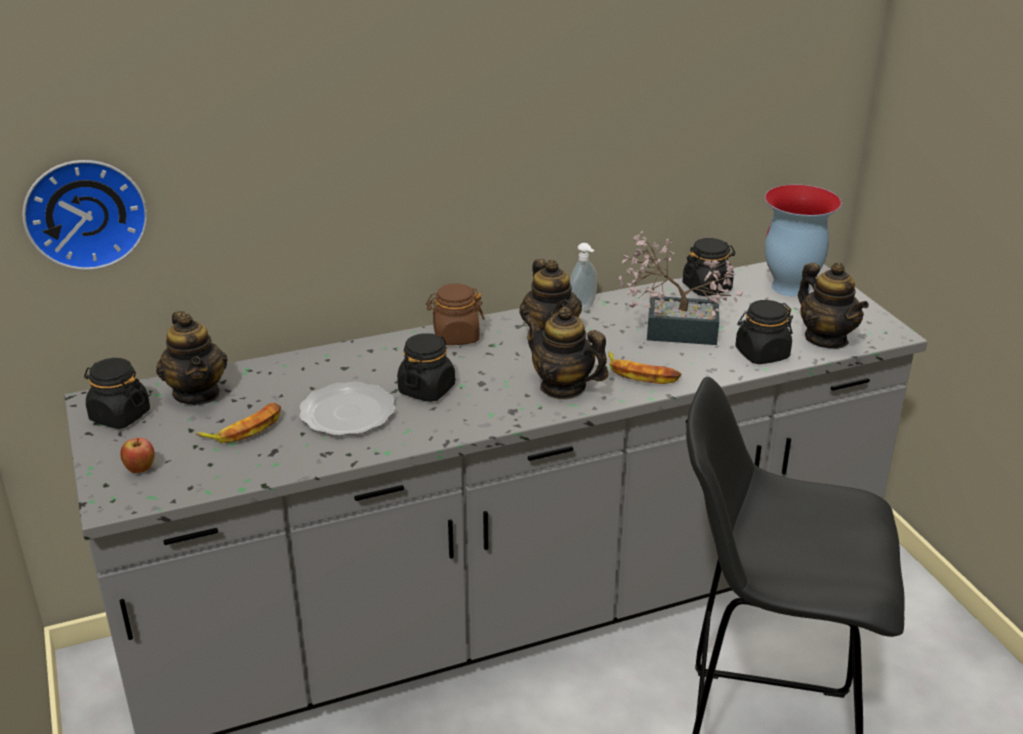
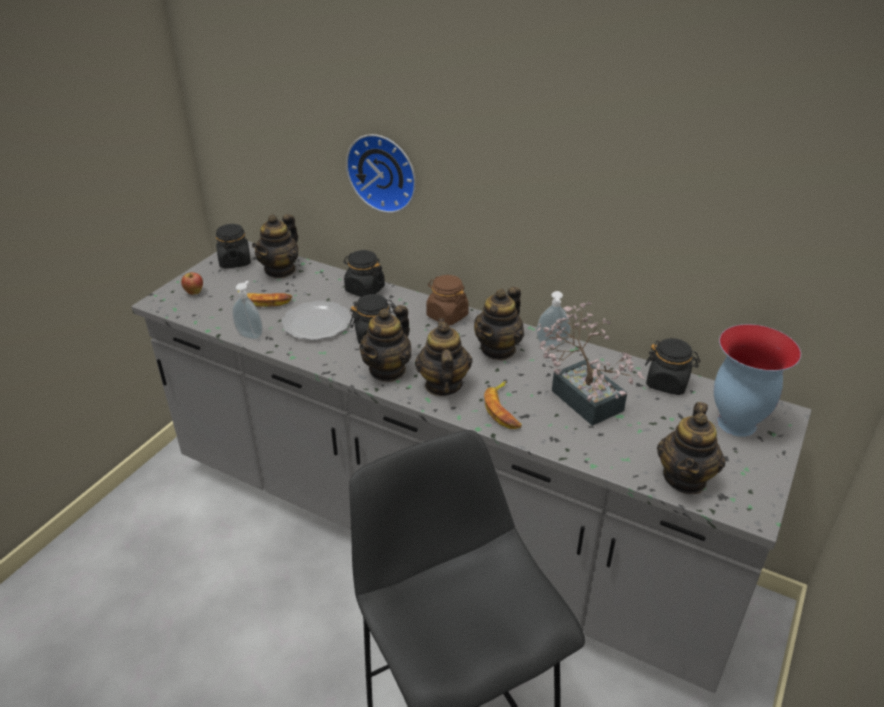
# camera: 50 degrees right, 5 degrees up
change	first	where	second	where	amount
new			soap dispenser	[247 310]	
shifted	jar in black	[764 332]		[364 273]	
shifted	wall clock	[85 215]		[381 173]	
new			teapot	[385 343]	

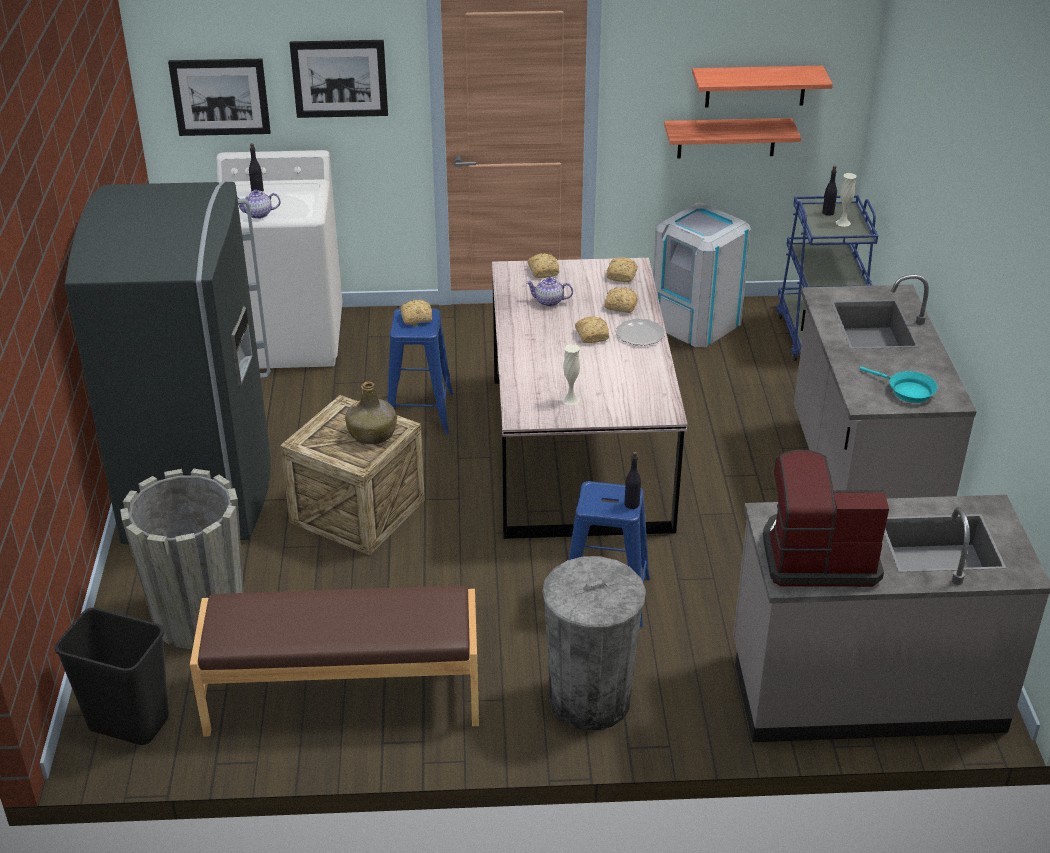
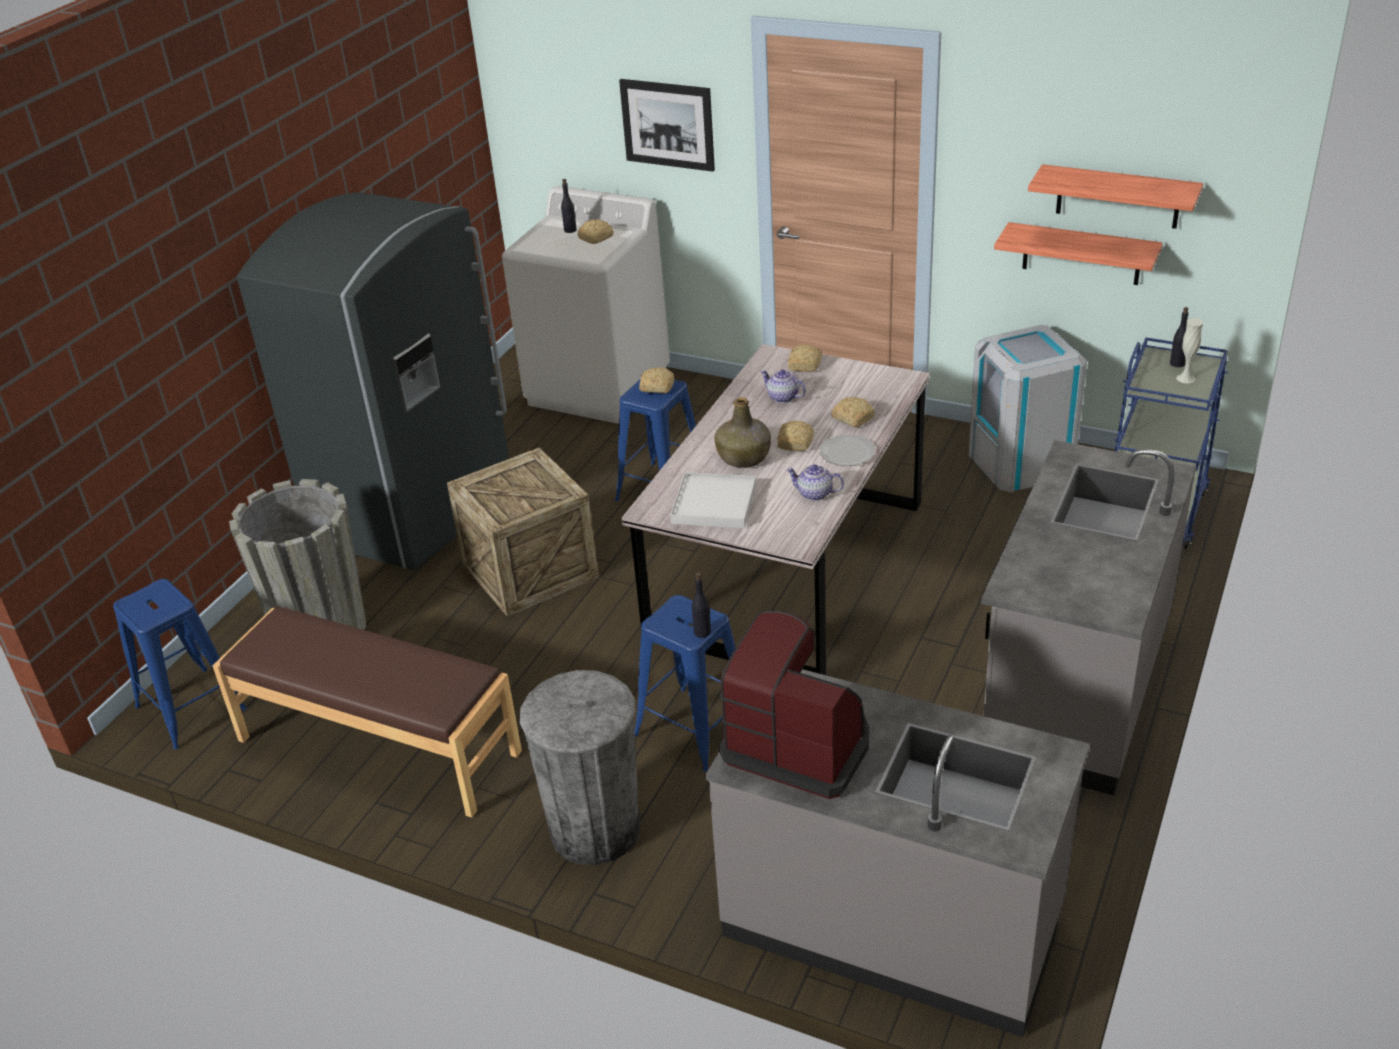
# camera: 30 degrees right, 0 degrees up
change	first	where	second	where	amount
swapped	trash can in black	[112 676]	stool in blue	[180 664]	
shifted	bread	[622 269]		[596 231]	
swapped	vase in white	[571 374]	tray in white	[713 500]	
shifted	bottle in green	[371 412]		[743 432]	
shifted	teapot	[258 204]		[815 482]	
gone	picture	[219 97]			
gone	frying pan in turquoise	[898 385]			

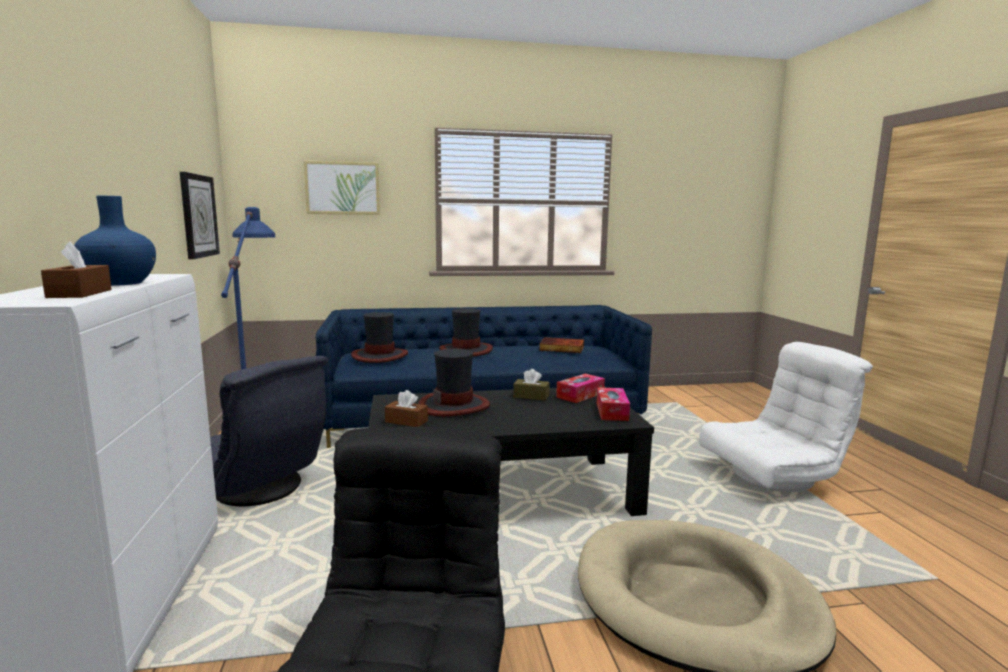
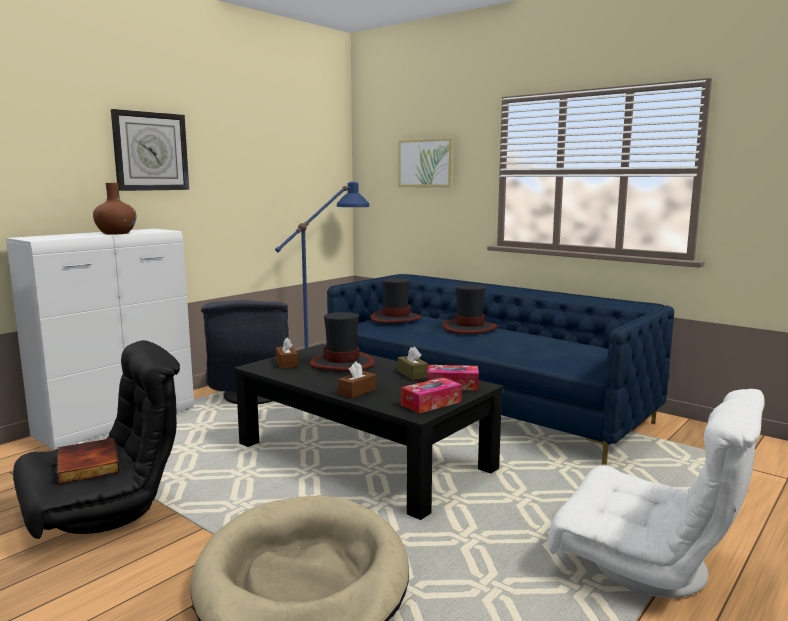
# camera: 50 degrees right, 0 degrees up
change	first	where	second	where	amount
shifted	book	[561 345]		[88 461]	
repainted	vase in blue	[115 241]	vase in brown	[114 209]	
shifted	wall clock	[200 215]		[150 150]	
shifted	tissue box in brown	[76 270]		[357 379]	

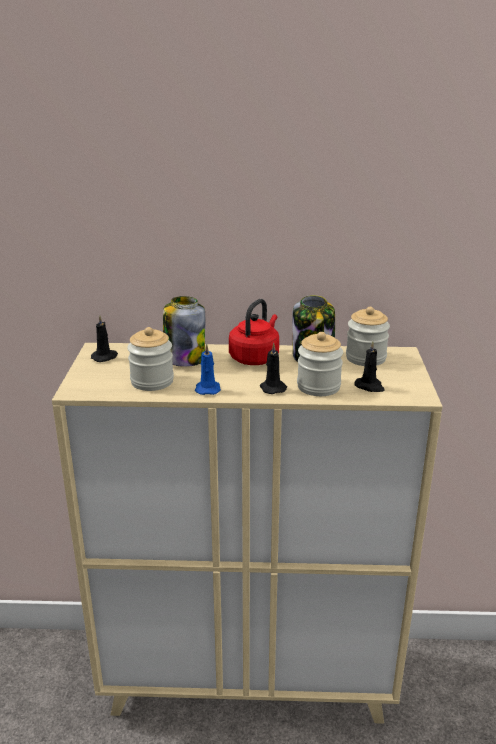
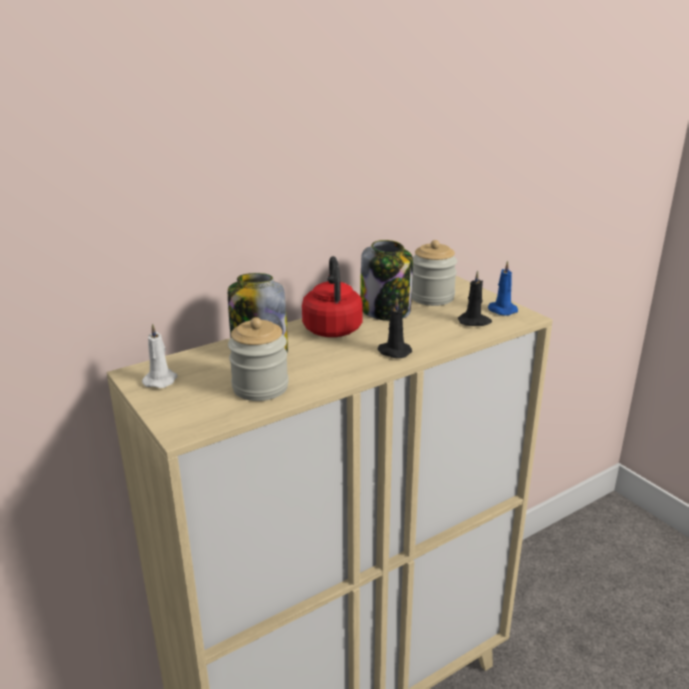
# camera: 35 degrees left, 0 degrees up
change	first	where	second	where	amount
repainted	candle in black	[104 339]	candle in white	[159 355]	
shifted	candle in blue	[208 369]		[503 288]	
gone	jar	[320 364]			

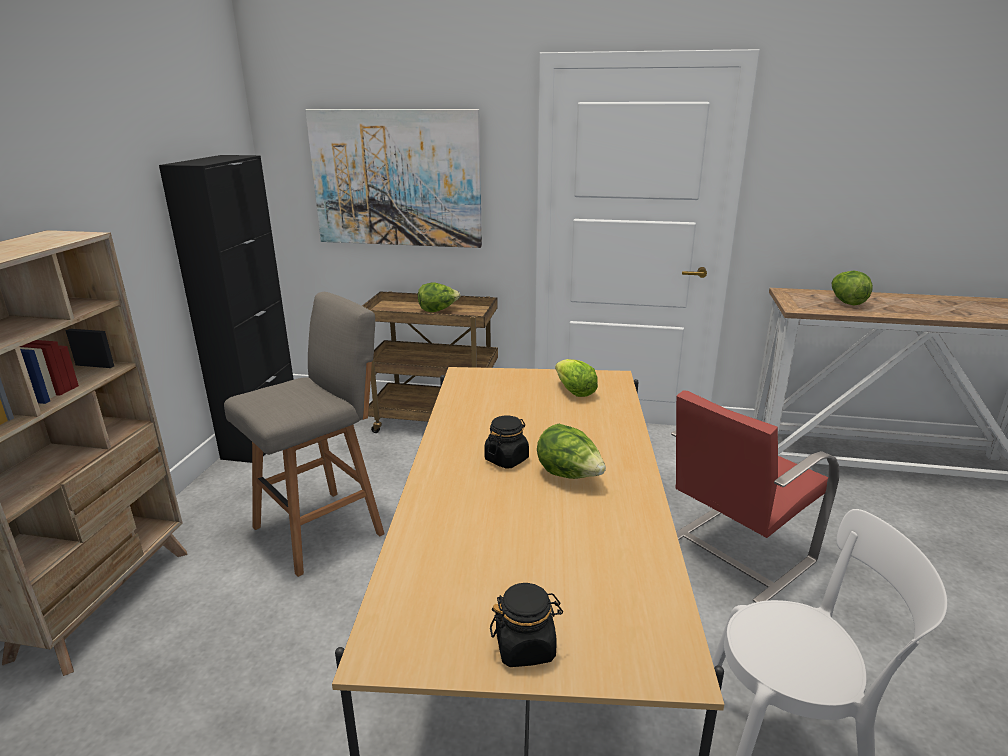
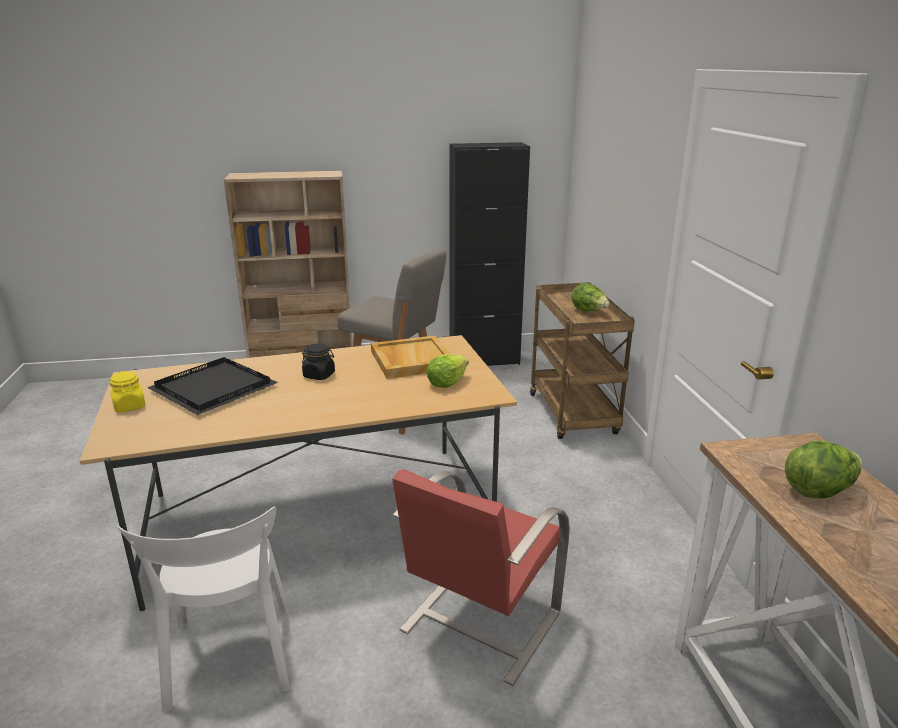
# camera: 70 degrees right, 0 degrees up
change	first	where	second	where	amount
repainted	jar in black	[526 625]	jar in yellow	[128 391]	
new			tray in black	[212 386]	
new			tray in beige	[410 357]	
rotated	chair in red	[755 496]		[481 577]	90 degrees counterclockwise
gone	picture	[393 178]			
gone	lettuce	[571 451]			

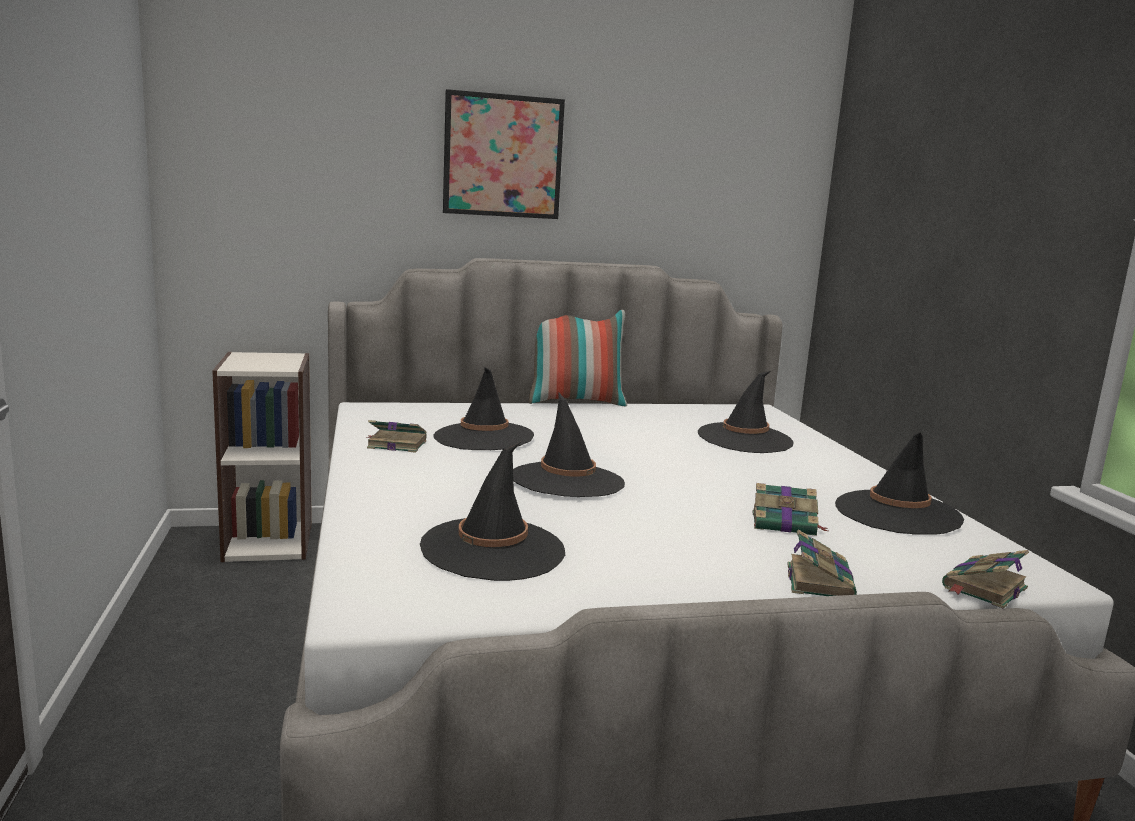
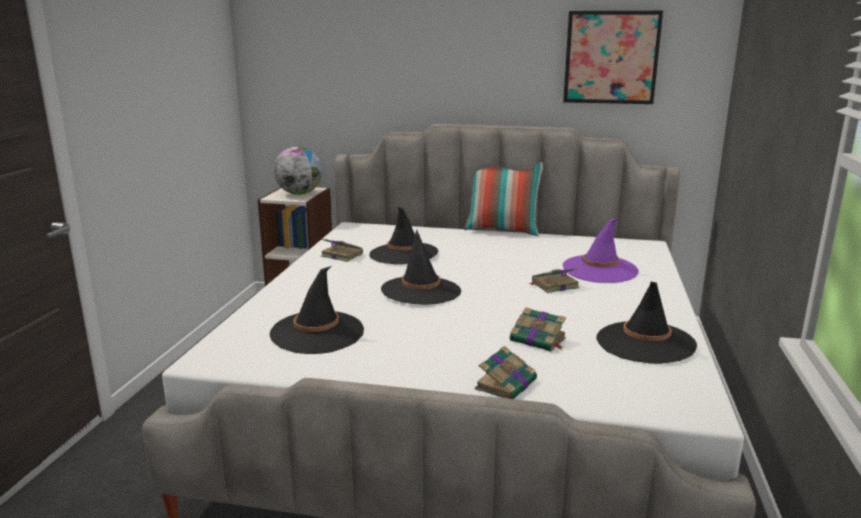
# camera: 25 degrees right, 5 degrees up
change	first	where	second	where	amount
new			globe	[298 171]	
shifted	book	[985 579]		[554 280]	
shifted	picture	[504 154]		[613 57]	
repainted	hat in black	[746 412]	hat in purple	[601 250]	

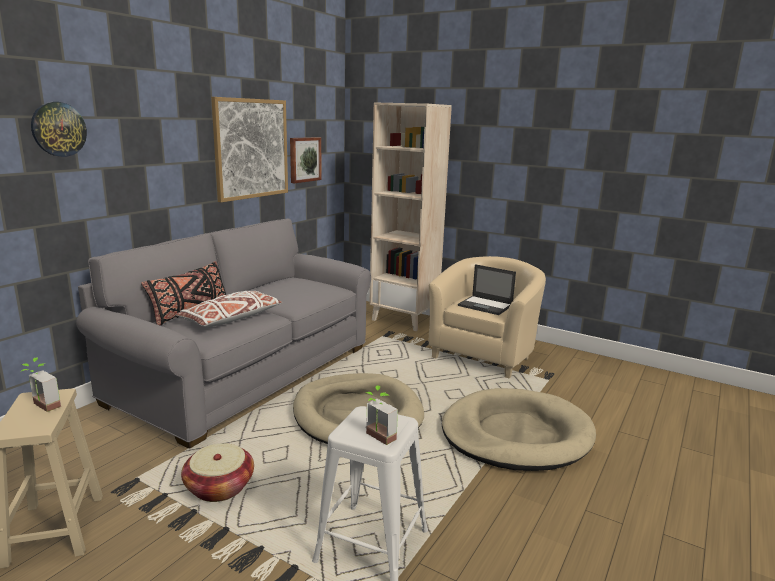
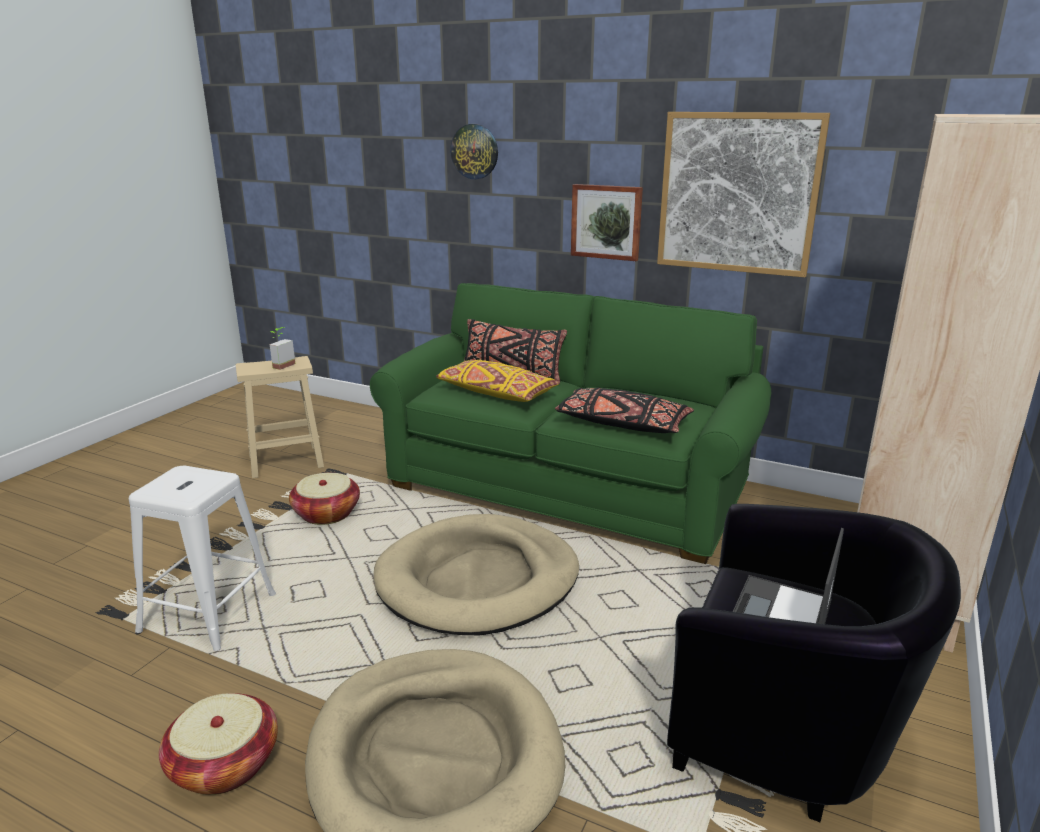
# camera: 85 degrees right, 5 degrees up
change	first	where	second	where	amount
new			basket	[218 744]	
repainted	sofa in grey	[223 333]	sofa in green	[570 423]	
repainted	pillow in white	[228 309]	pillow in yellow	[498 381]	
new			pillow in black	[624 410]	
shifted	picture	[306 160]		[607 222]	
repainted	armchair in beige	[487 317]	armchair in black	[814 663]	
gone	potted plant	[382 415]			

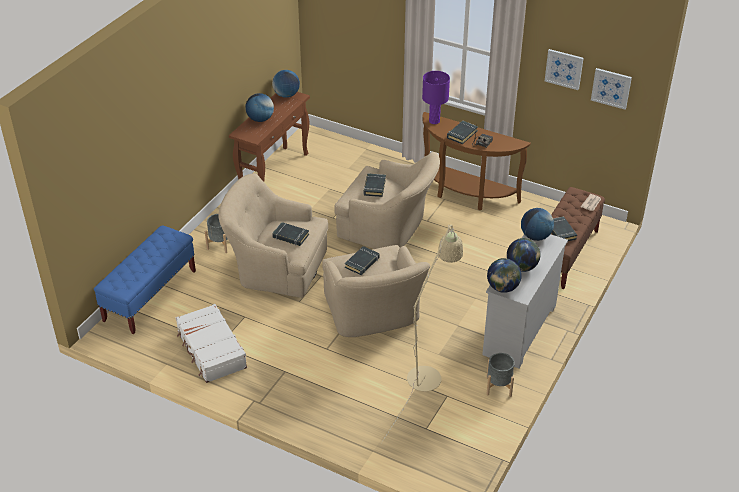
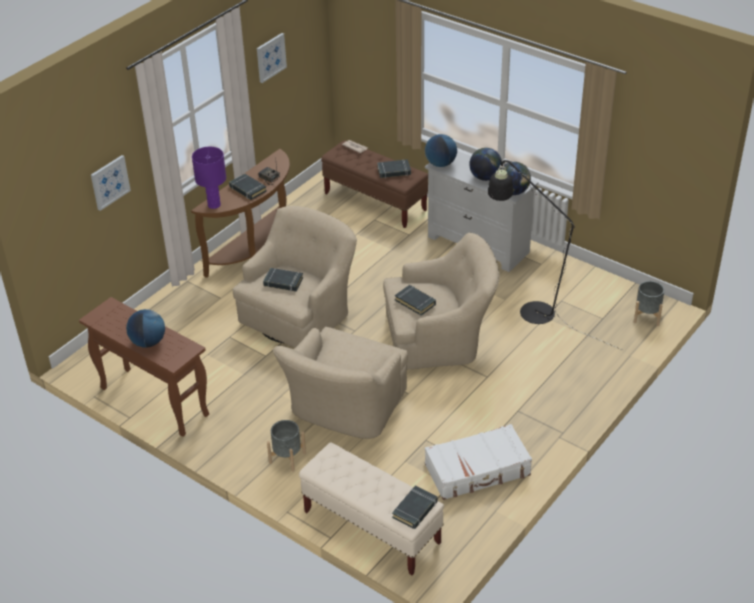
# camera: 80 degrees left, 0 degrees up
change	first	where	second	where	amount
shifted	picture	[611 89]		[111 183]	
repainted	bench in blue	[145 279]	bench in beige	[371 509]	
shifted	book in black	[290 234]		[415 507]	
repainted	floor lamp in beige	[421 334]	floor lamp in black	[555 255]	
shifted	planter in grey	[500 375]		[649 303]	
gone	globe	[286 84]			

